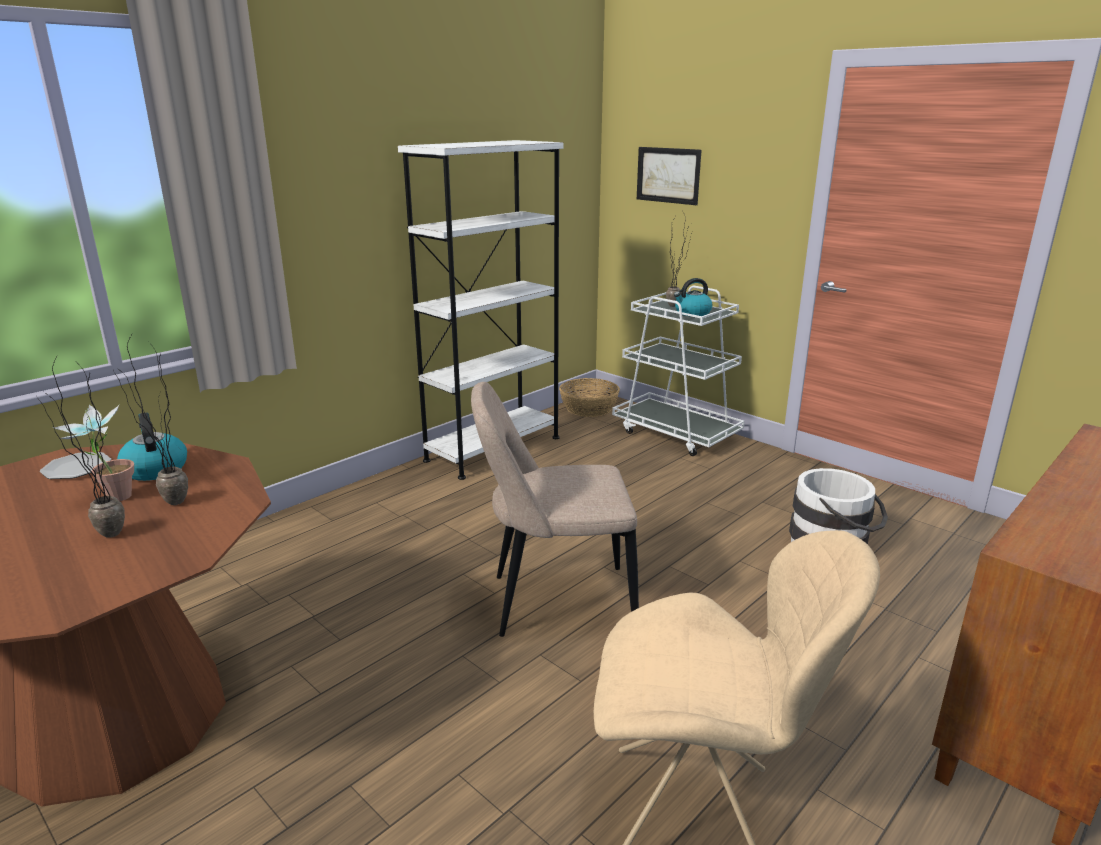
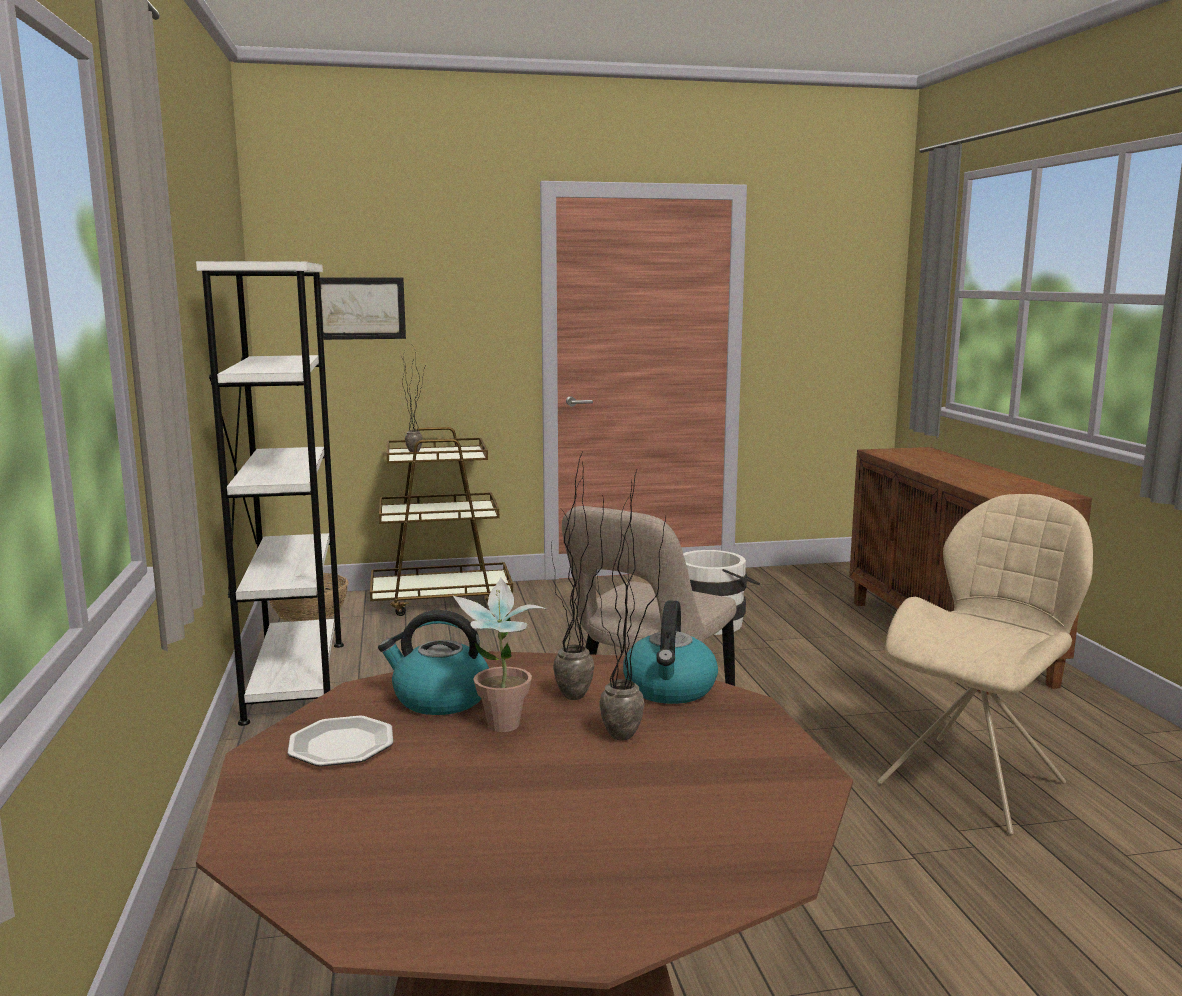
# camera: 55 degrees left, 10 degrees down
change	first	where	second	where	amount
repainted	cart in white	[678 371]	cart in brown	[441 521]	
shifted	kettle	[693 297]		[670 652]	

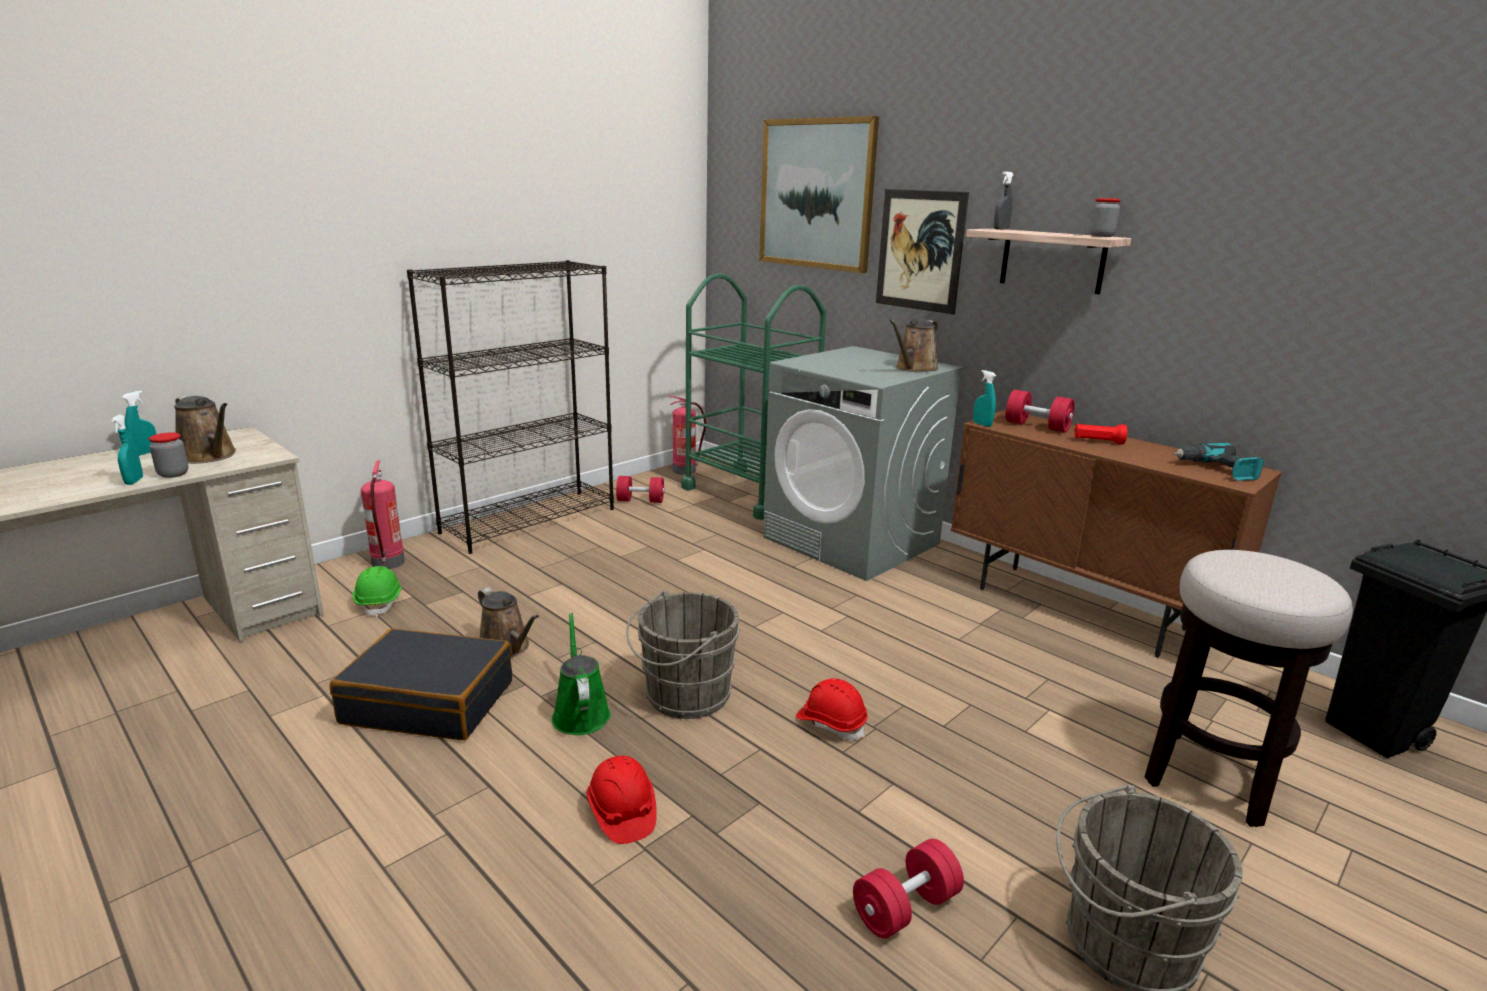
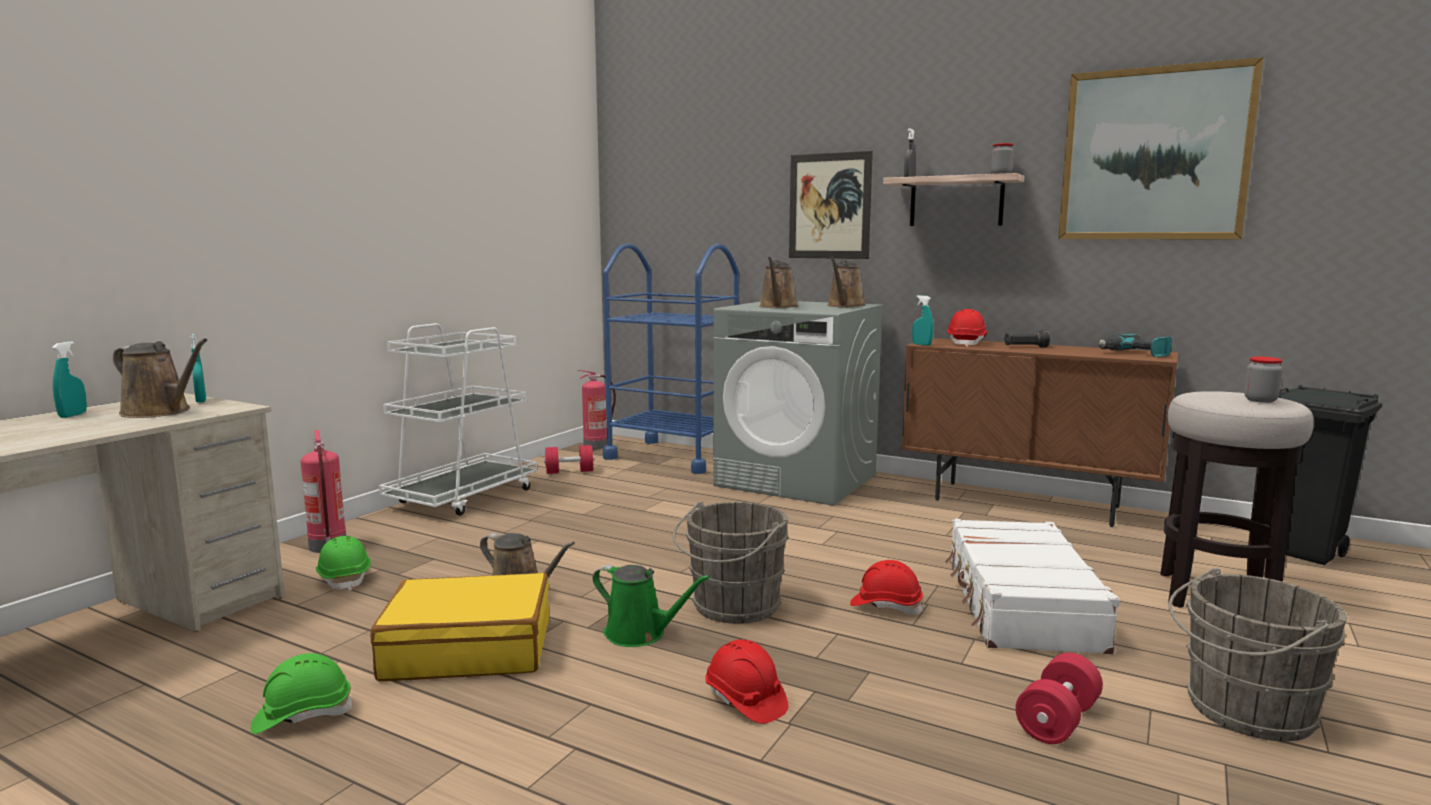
# camera: 15 degrees left, 10 degrees down
change	first	where	second	where	amount
shifted	spray bottle in turquoise	[127 450]		[198 368]	
new			hard hat in green	[302 693]	
repainted	suitcase in black	[421 684]	suitcase in yellow	[459 627]	
swapped	bookcase in black	[510 407]	cart in white	[458 419]	
rotated	watering can in green	[581 674]		[651 606]	150 degrees clockwise
repainted	cart in green	[753 396]	cart in blue	[671 358]	
new			watering can in brown	[778 282]	
new			suitcase in white	[1032 586]	
swapped	dumbbell in red	[1040 411]	hard hat in red	[967 328]	
repainted	flashlight in red	[1100 434]	flashlight in black	[1027 338]	
shifted	picture	[819 194]		[1161 148]	
shifted	jar	[169 455]		[1263 380]	

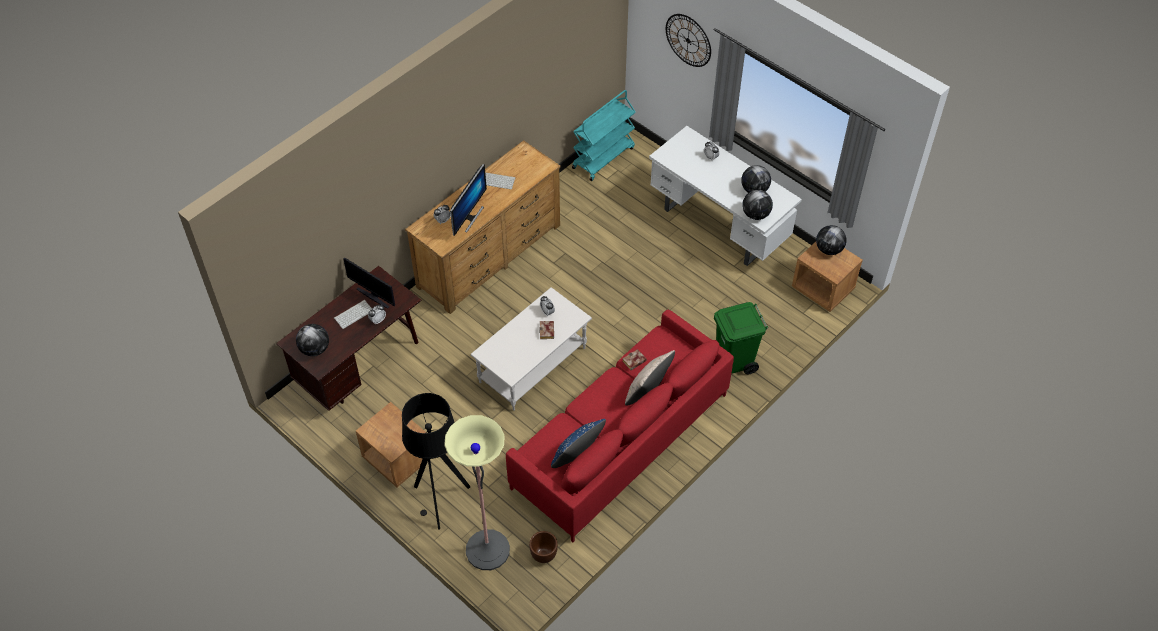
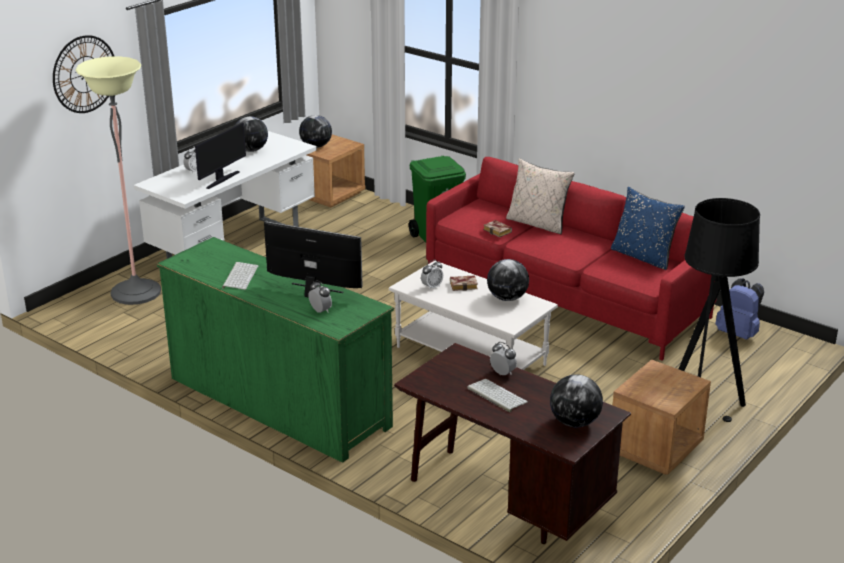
# camera: 95 degrees left, 25 degrees down
change	first	where	second	where	amount
shifted	floor lamp	[477 492]		[118 180]	
repainted	dresser in brown	[483 227]	dresser in green	[275 350]	
shifted	monitor	[369 283]		[220 156]	
shifted	globe	[757 205]		[508 280]	
swapped	planter in brown	[543 547]	backpack in blue	[739 309]	
gone	cart in turquoise	[604 135]			

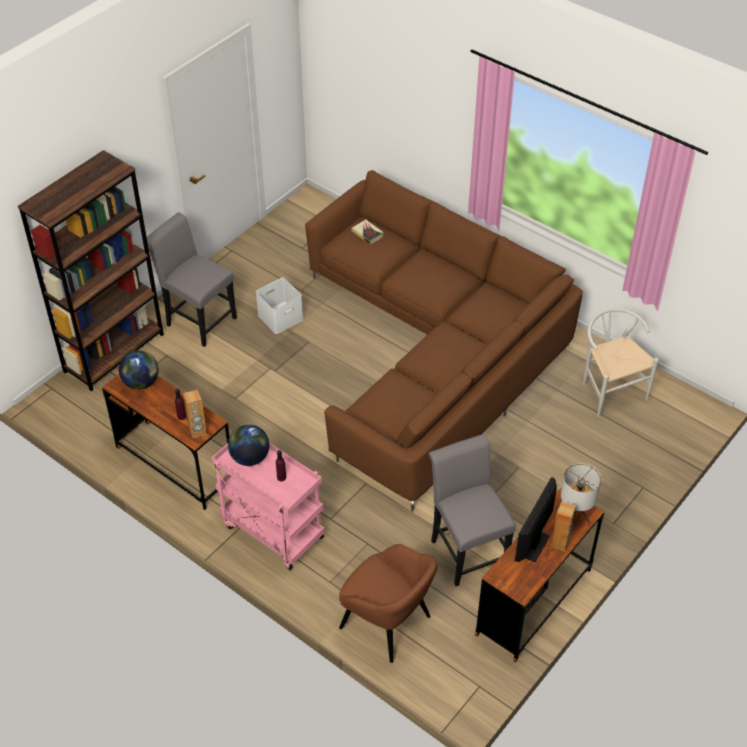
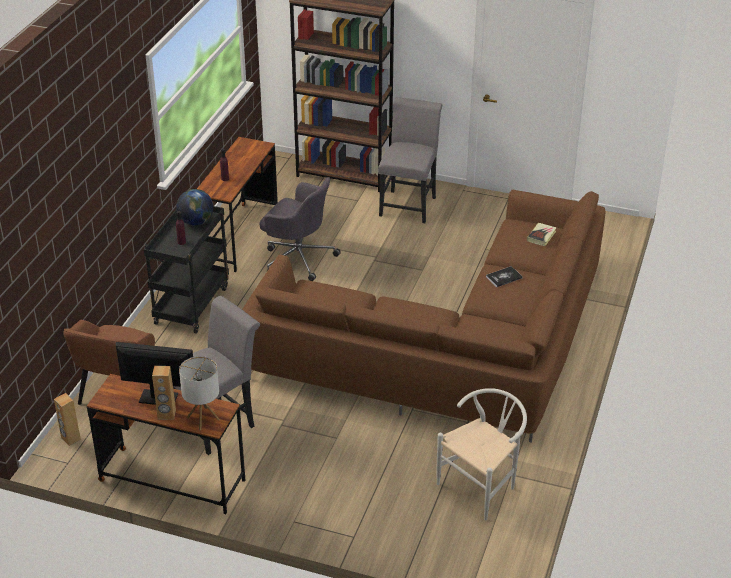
# camera: 70 degrees right, 10 degrees down
change	first	where	second	where	amount
shifted	speaker in brown	[195 414]		[67 419]	
repainted	cart in pink	[268 506]	cart in black	[186 270]	
new			office chair in grey	[300 229]	
new			book	[504 276]	
gone	globe	[139 370]			
gone	storage box in white	[279 305]			

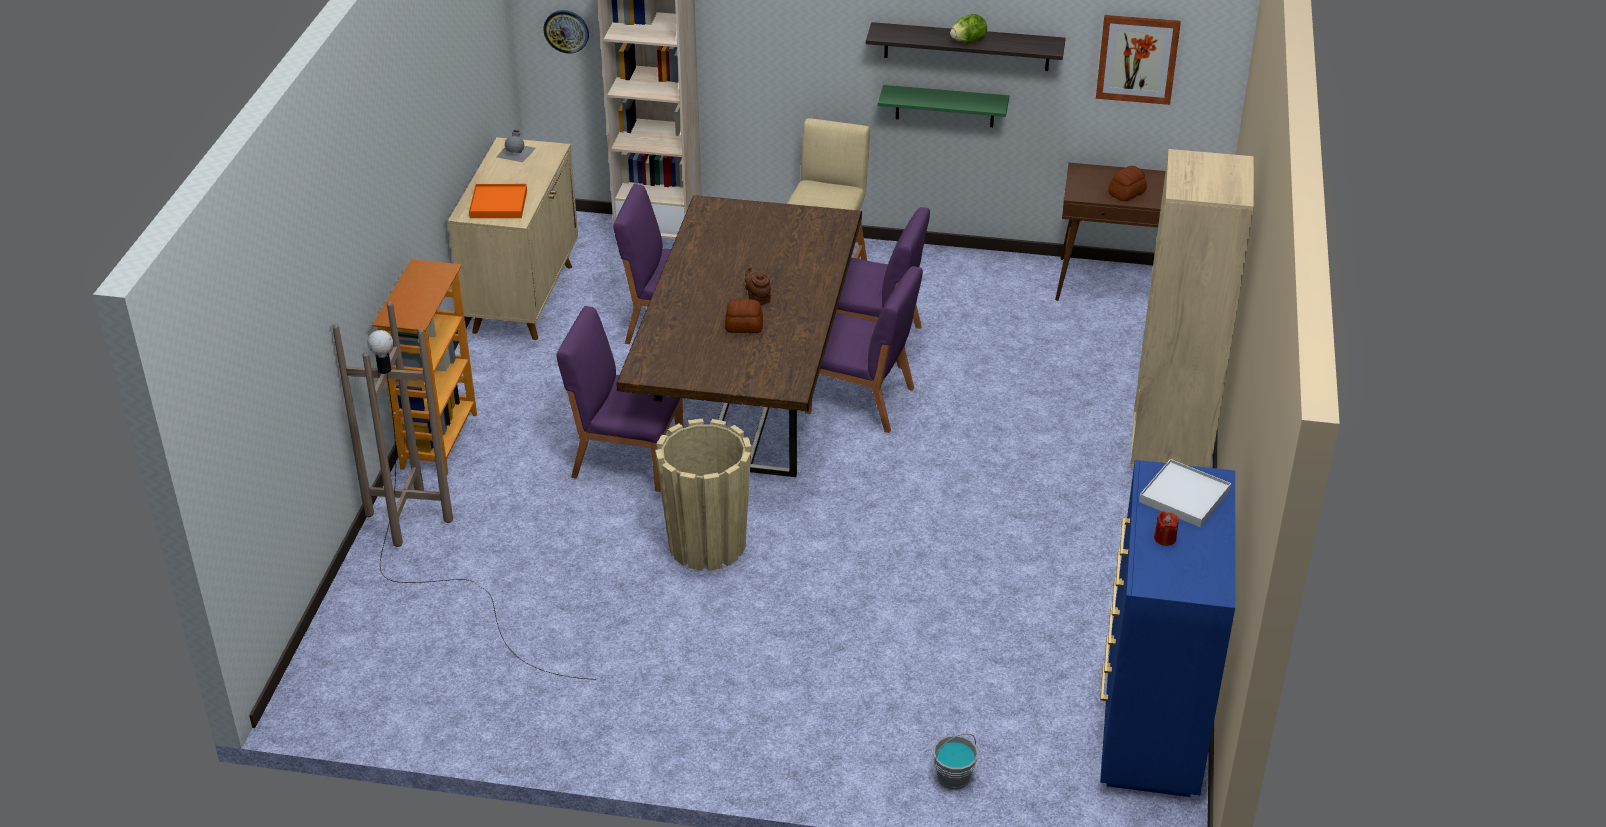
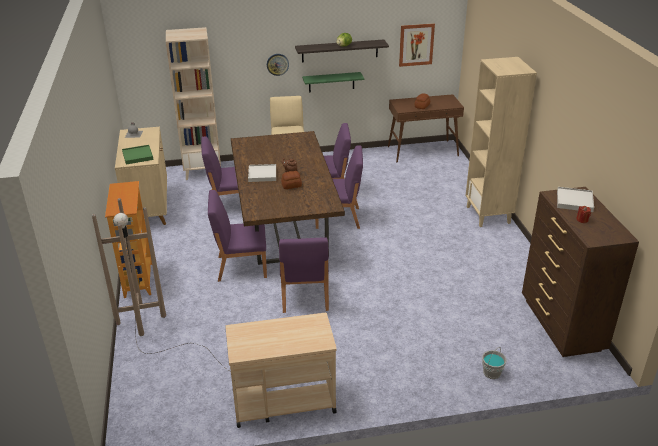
# camera: 20 degrees left, 5 degrees down
change	first	where	second	where	amount
repainted	tray in orange	[498 201]	tray in green	[138 154]	
new			cart in beige	[281 370]	
new			tray in white	[262 173]	
shifted	wall clock	[566 32]		[278 65]	
swapped	planter in beige	[703 495]	chair in purple	[304 275]	
repainted	dresser in blue	[1167 628]	dresser in brown	[580 272]	

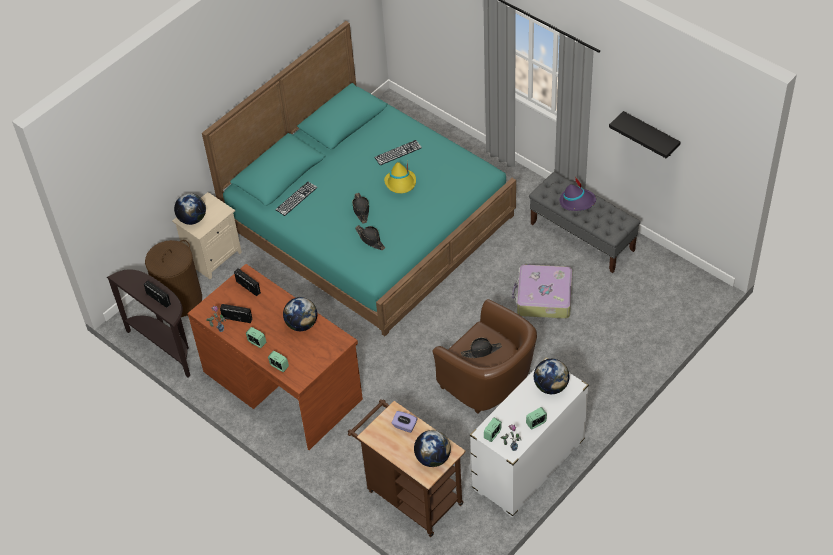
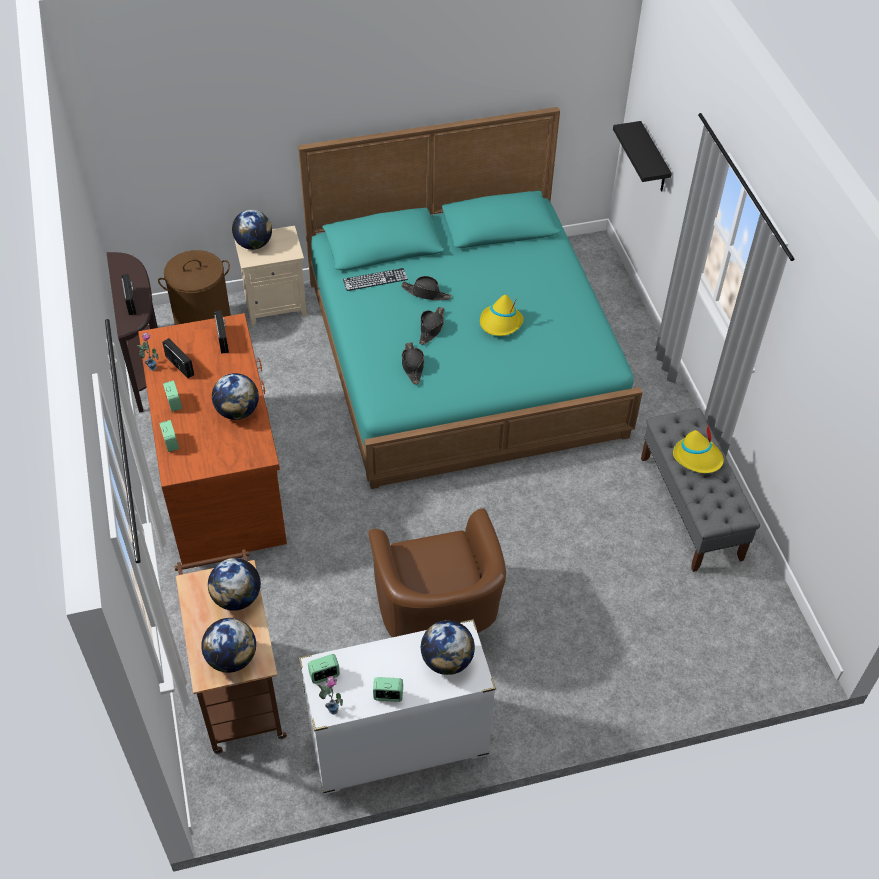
# camera: 30 degrees right, 0 degrees up
change	first	where	second	where	amount
swapped	tissue box in purple	[404 422]	globe	[234 584]	
shifted	hat in black	[481 348]		[426 288]	
shifted	shelf in black	[645 134]		[642 156]	
repainted	hat in purple	[578 194]	hat in yellow	[698 449]	
gone	keyboard	[398 152]			
gone	suitcase	[542 291]			

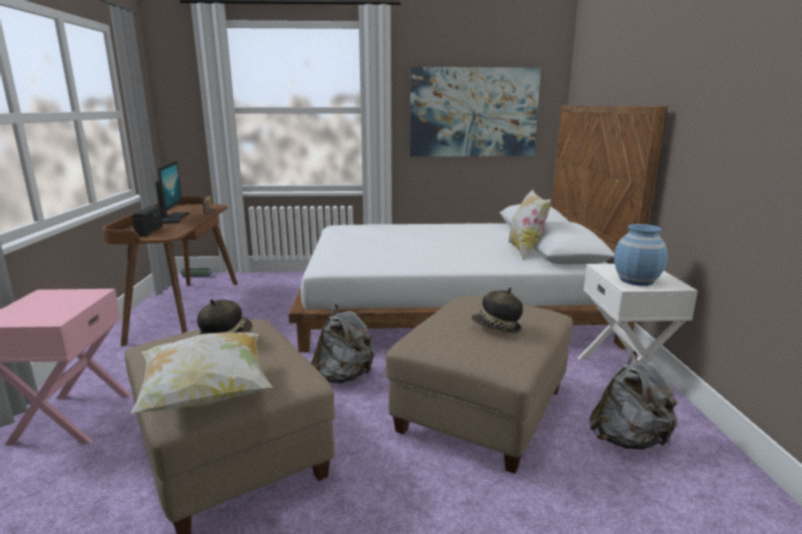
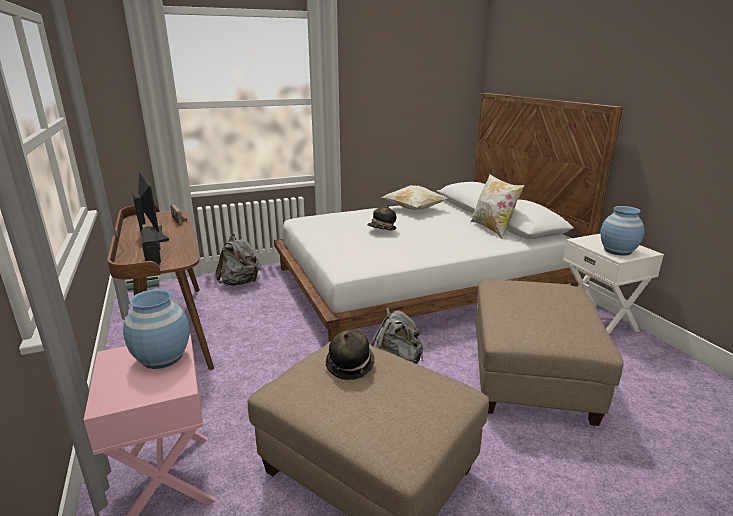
# camera: 20 degrees left, 5 degrees up
change	first	where	second	where	amount
new			vase in blue	[156 329]	
shifted	backpack in grey	[634 400]		[238 260]	
shifted	hat	[497 310]		[381 217]	
shifted	pillow	[201 373]		[415 197]	
gone	picture	[475 112]			

